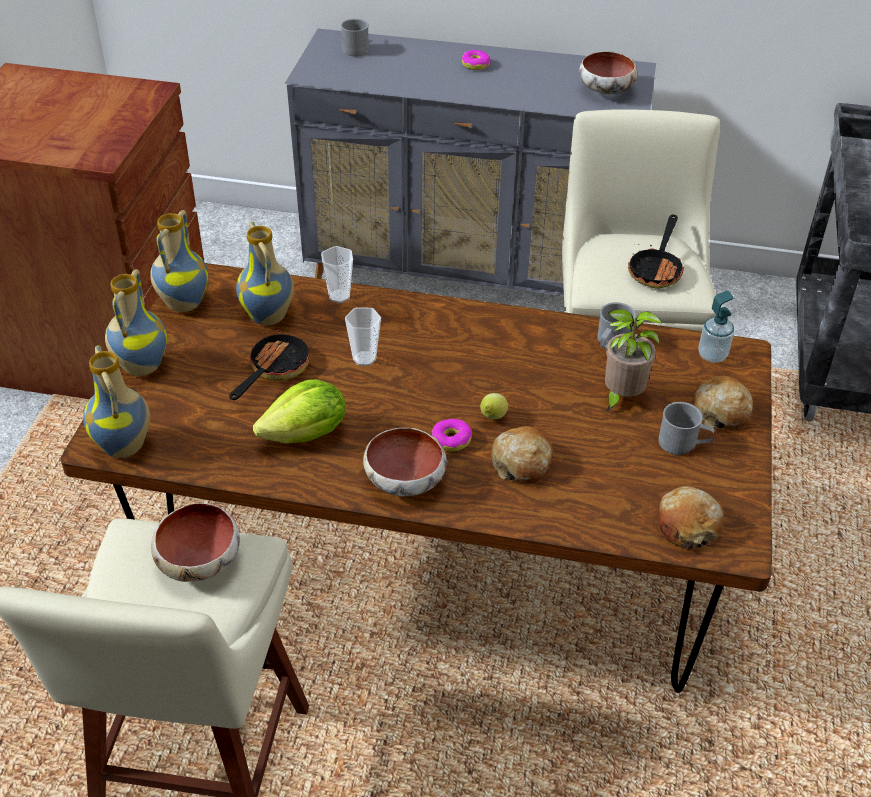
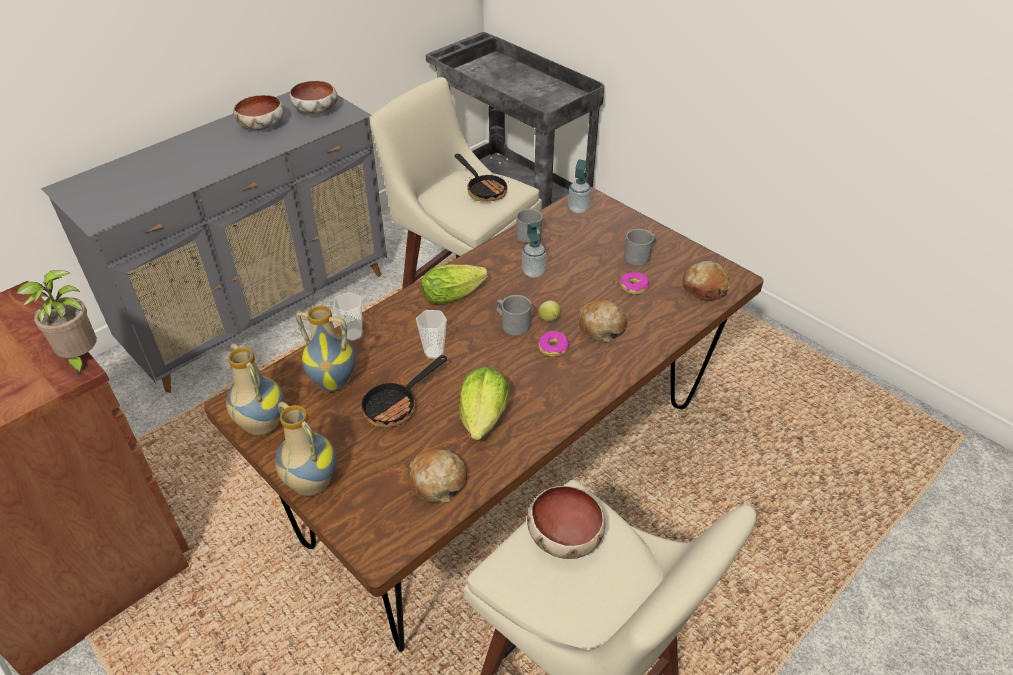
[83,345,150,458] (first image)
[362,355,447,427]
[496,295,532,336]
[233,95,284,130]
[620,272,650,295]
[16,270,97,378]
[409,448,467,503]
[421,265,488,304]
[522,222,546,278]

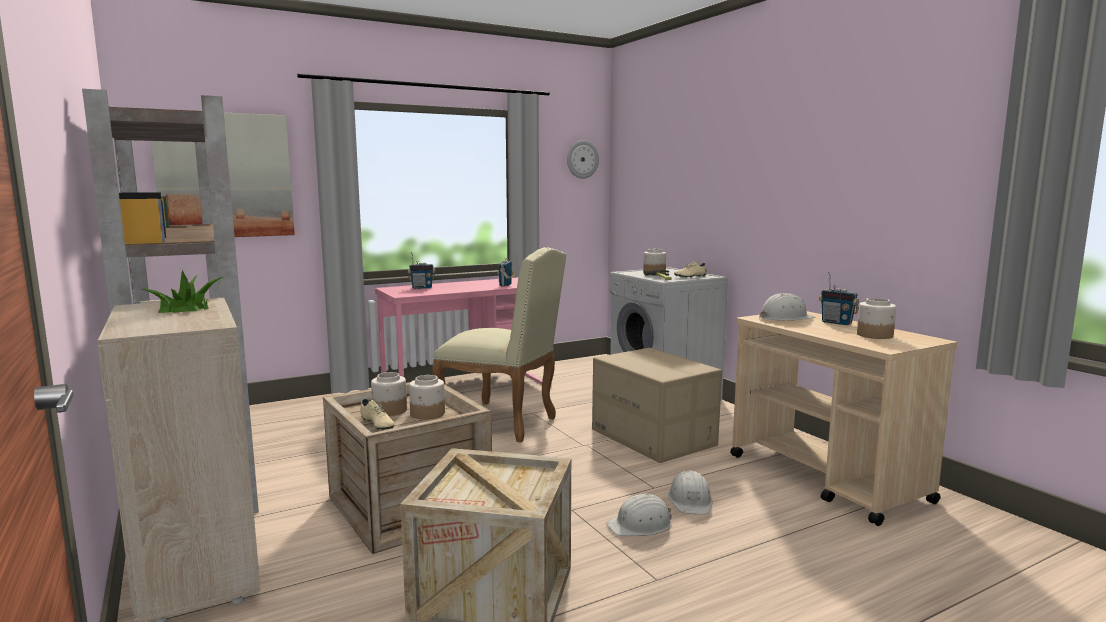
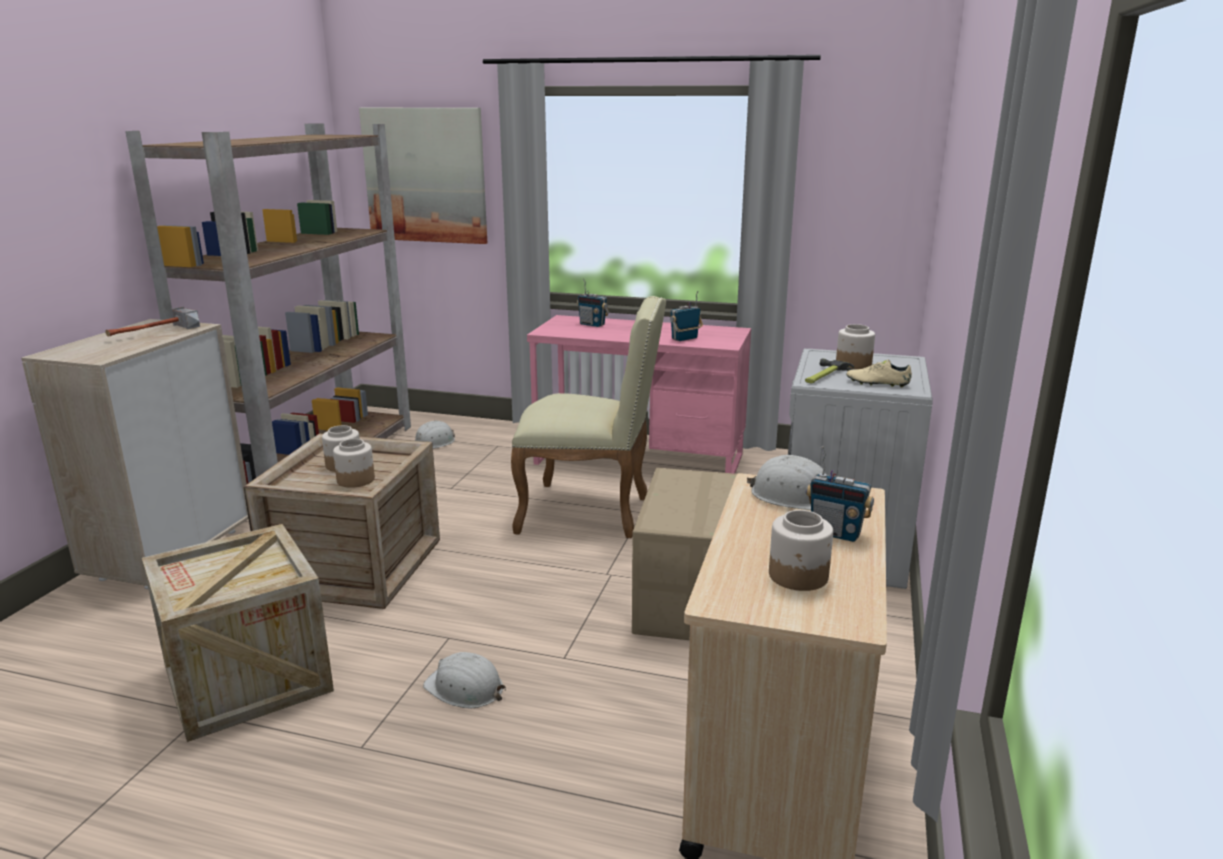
[105,307,200,337]
[360,399,394,431] (first image)
[511,296,666,538]
[567,141,599,179] (first image)
[414,420,455,448]
[806,446,874,542]

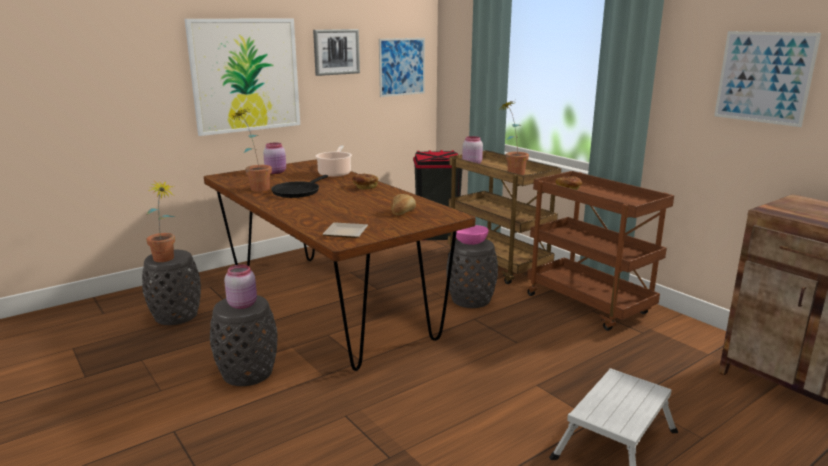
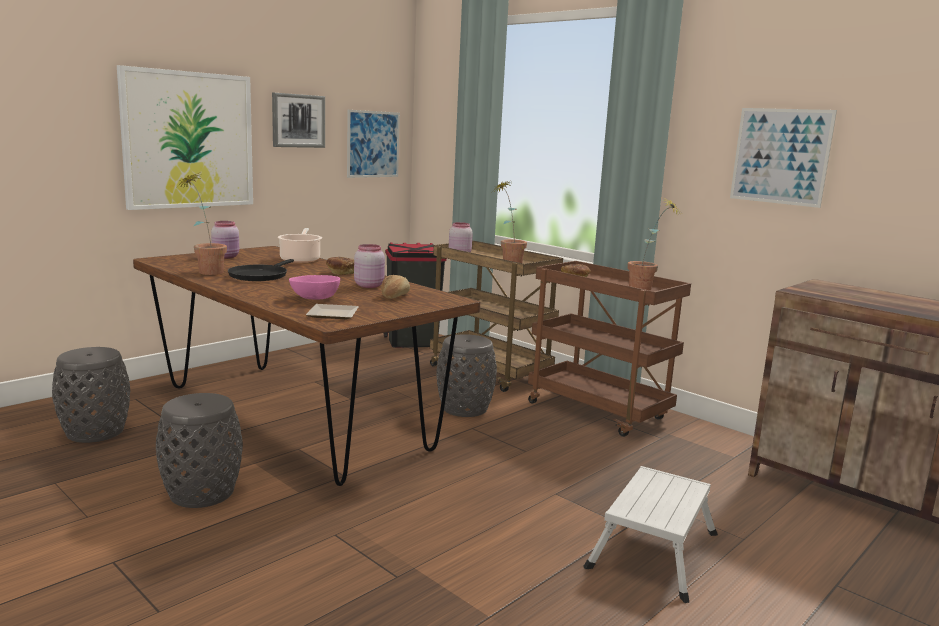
[627,198,681,291]
[354,244,385,288]
[289,275,340,300]

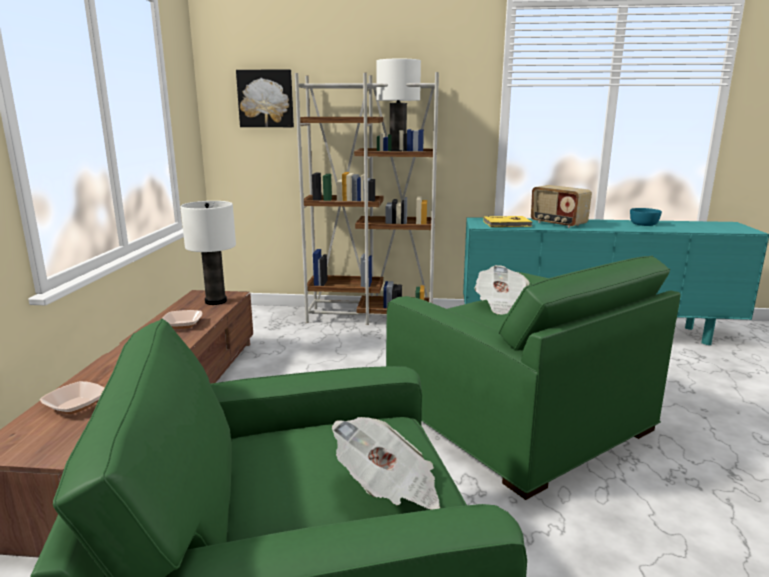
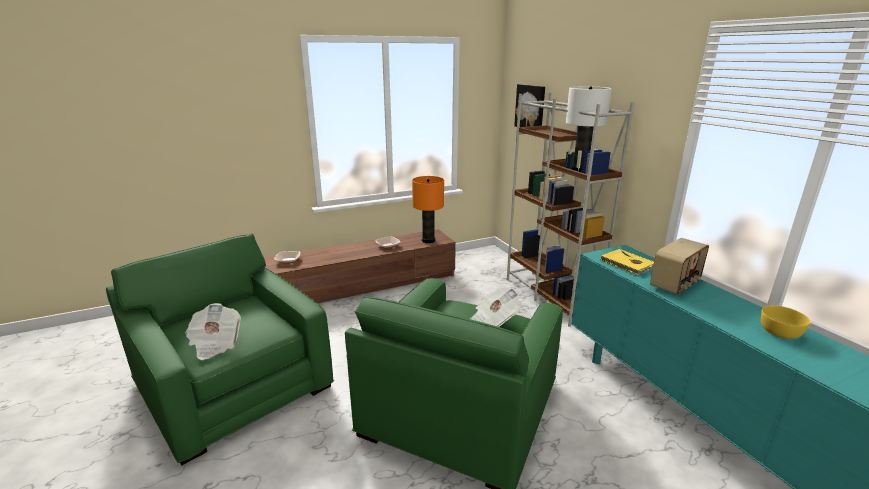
[412,176,444,243]
[650,238,709,295]
[761,305,810,339]

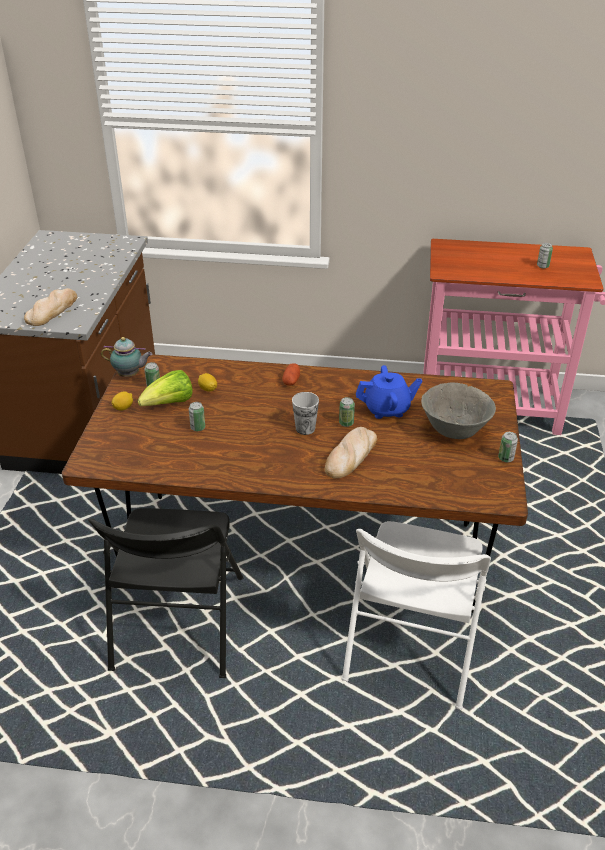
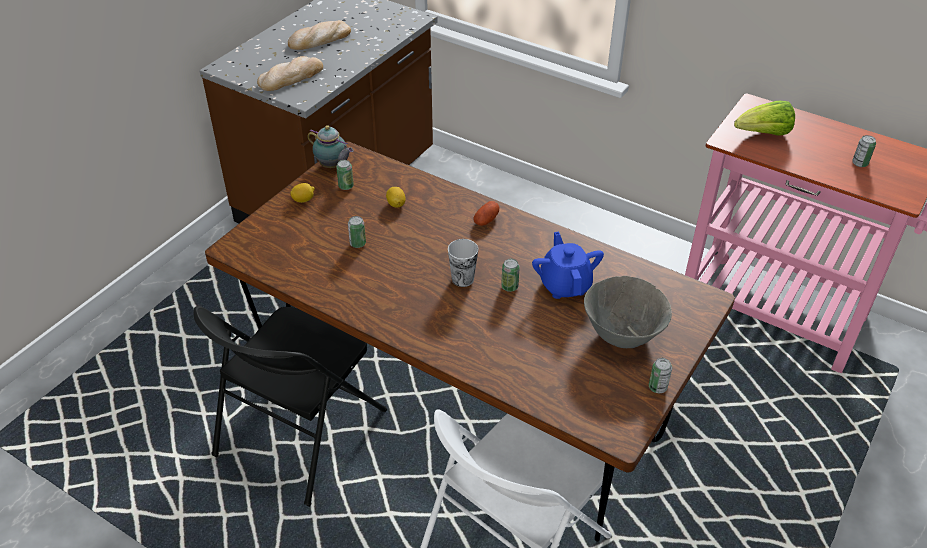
[734,101,795,136]
[288,20,351,50]
[532,232,604,299]

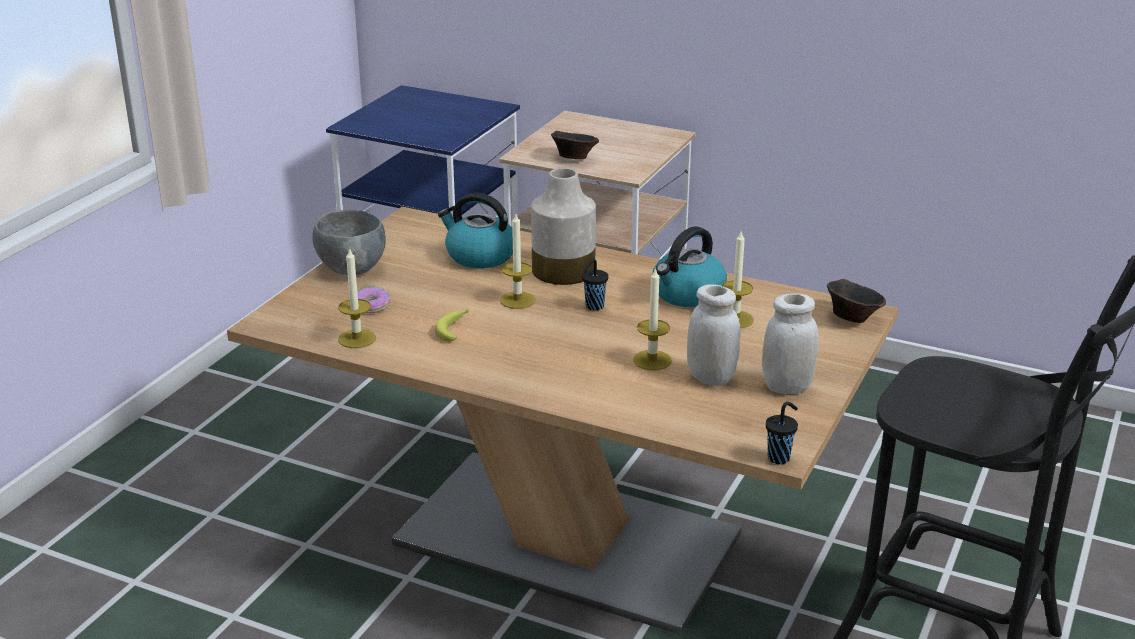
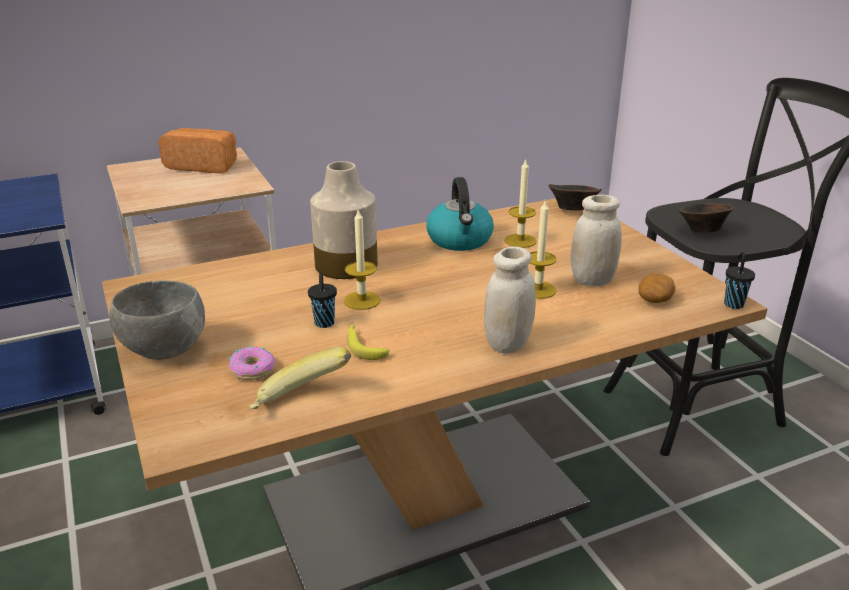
[249,347,351,410]
[438,193,513,268] (first image)
[678,203,734,233]
[308,273,337,328]
[484,247,536,354]
[158,128,237,173]
[638,273,675,303]

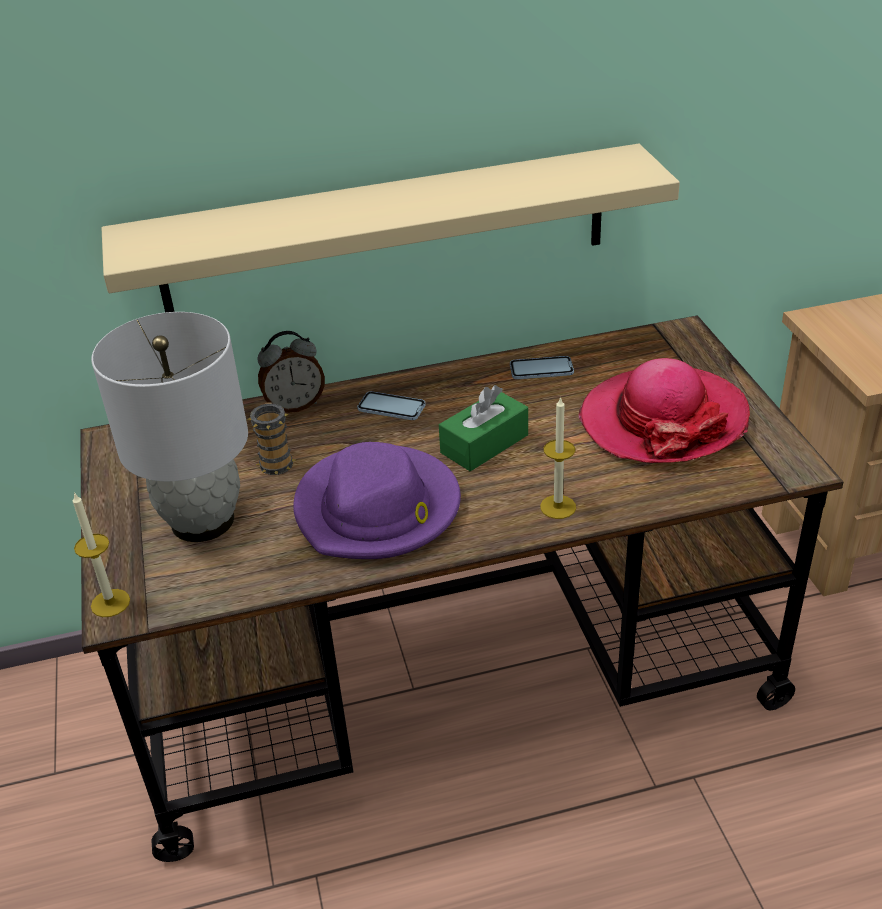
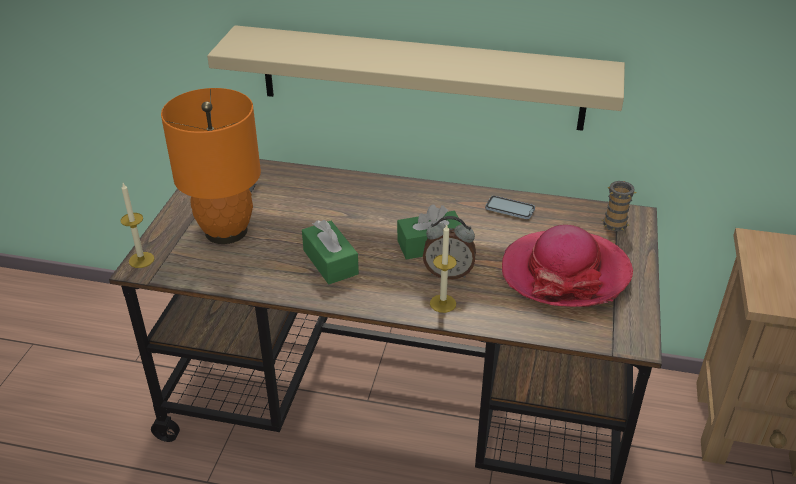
[161,88,261,244]
[602,181,636,231]
[423,216,476,280]
[302,220,359,284]
[357,391,426,420] (first image)

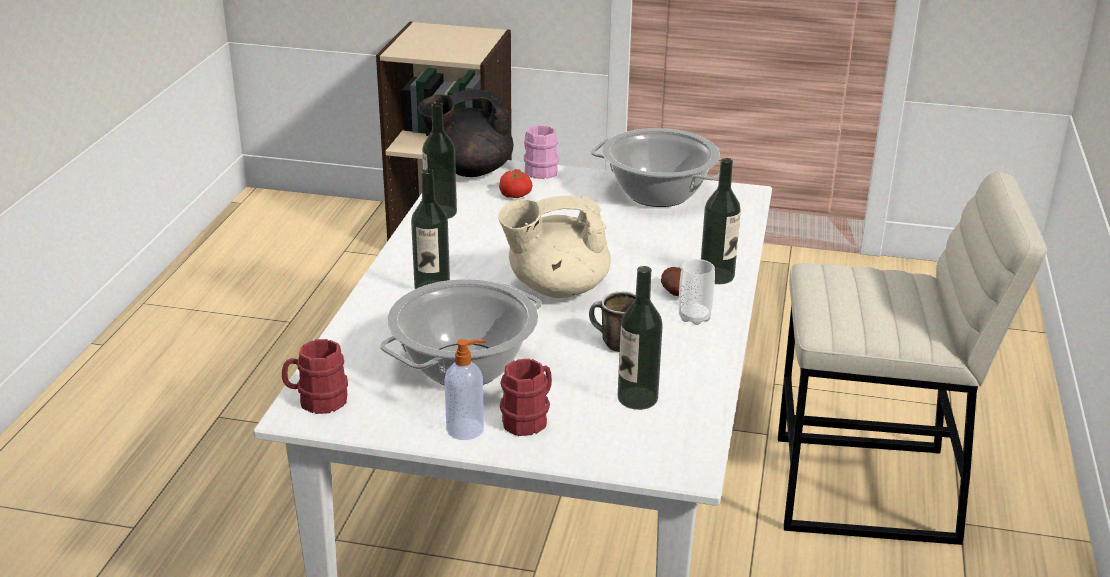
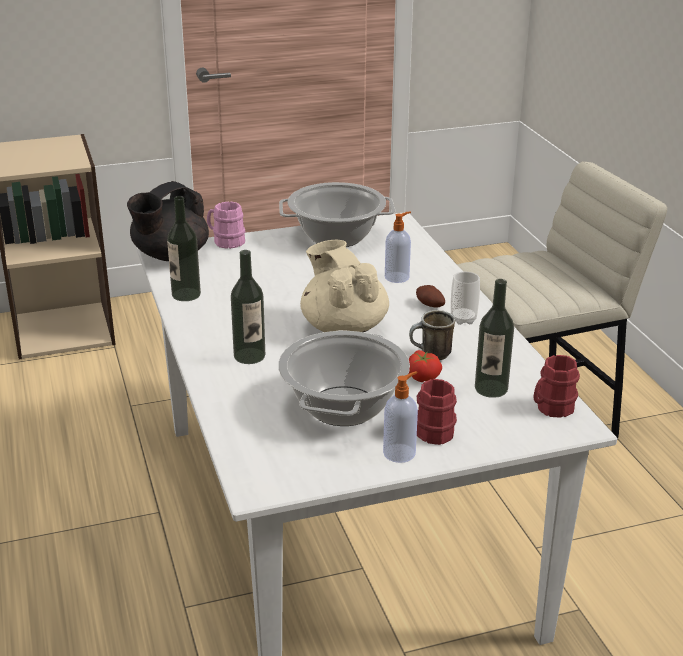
[534,355,580,418]
[300,240,389,332]
[409,350,442,382]
[701,158,741,284] (first image)
[385,211,411,283]

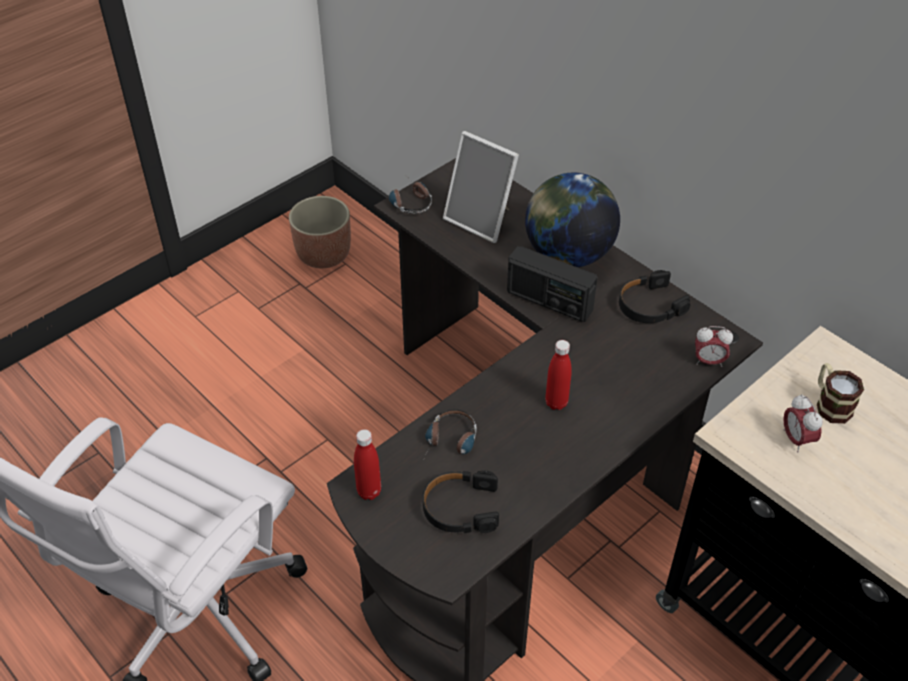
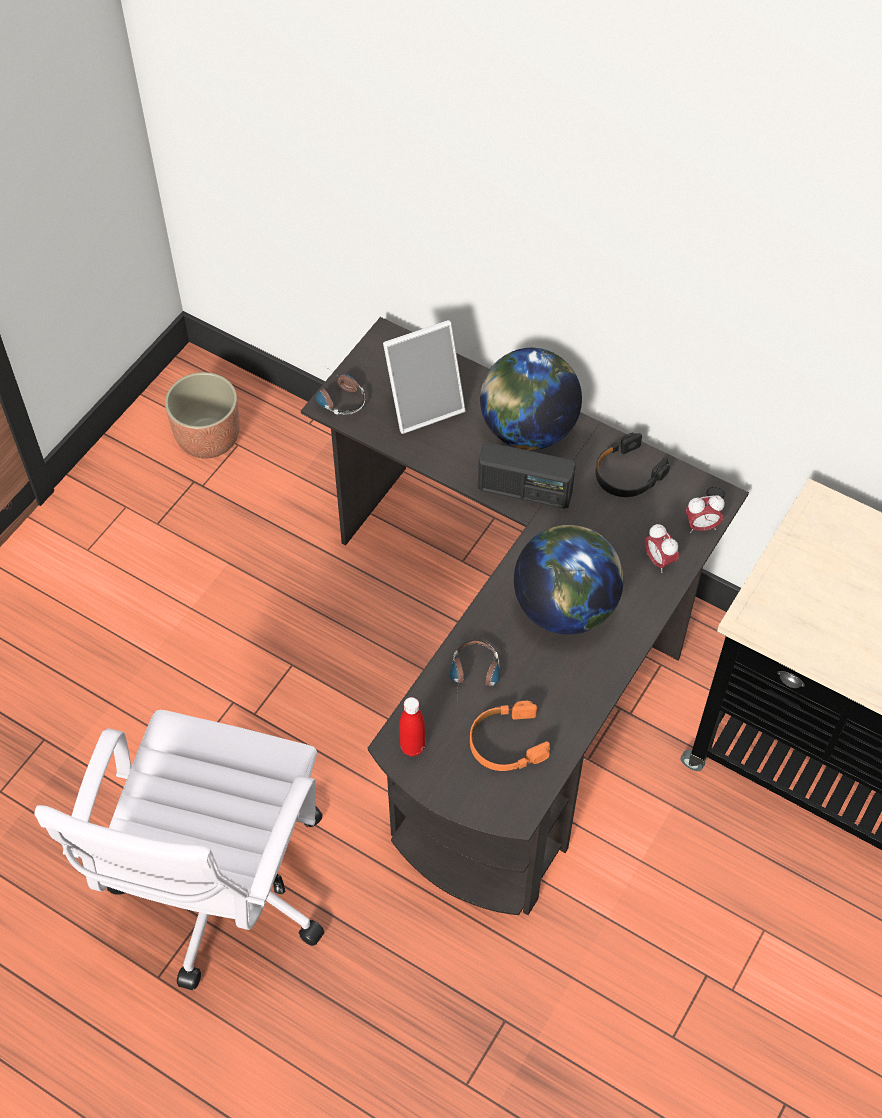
[470,701,550,771]
[383,320,465,434]
[514,525,624,635]
[645,524,679,573]
[817,363,864,424] (first image)

